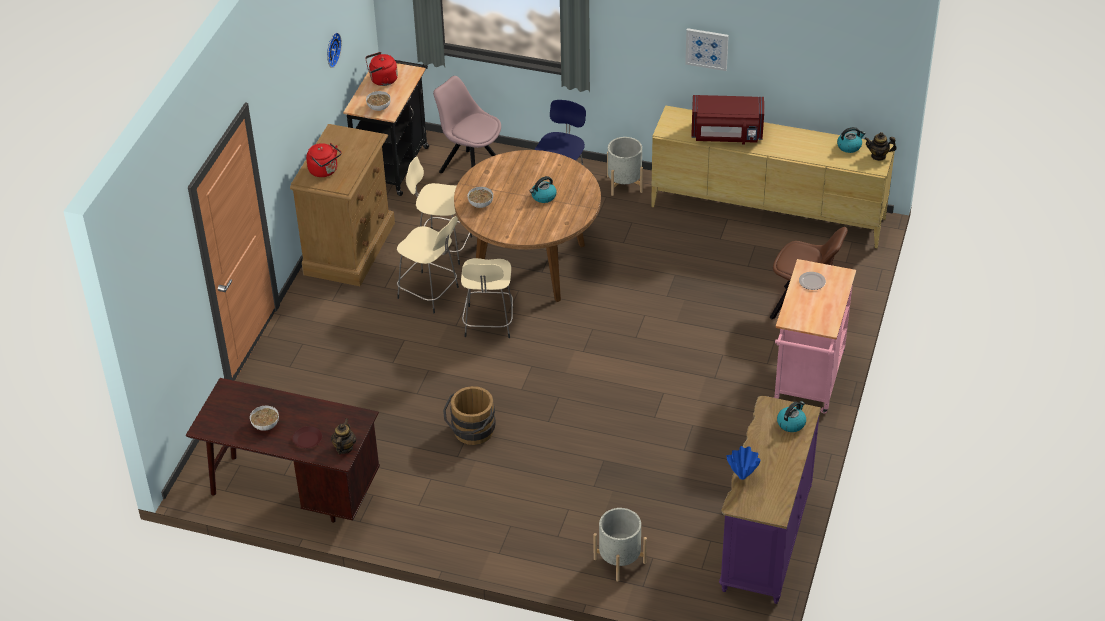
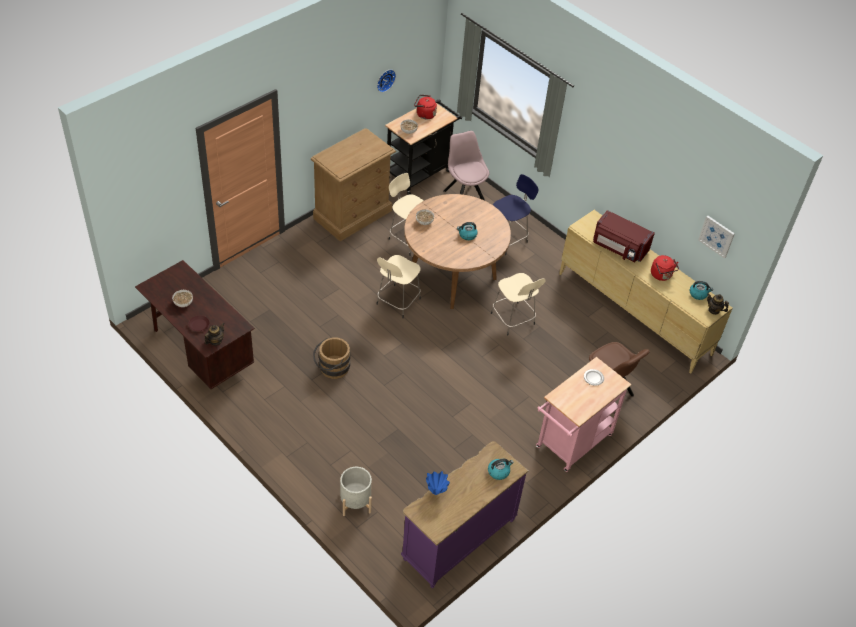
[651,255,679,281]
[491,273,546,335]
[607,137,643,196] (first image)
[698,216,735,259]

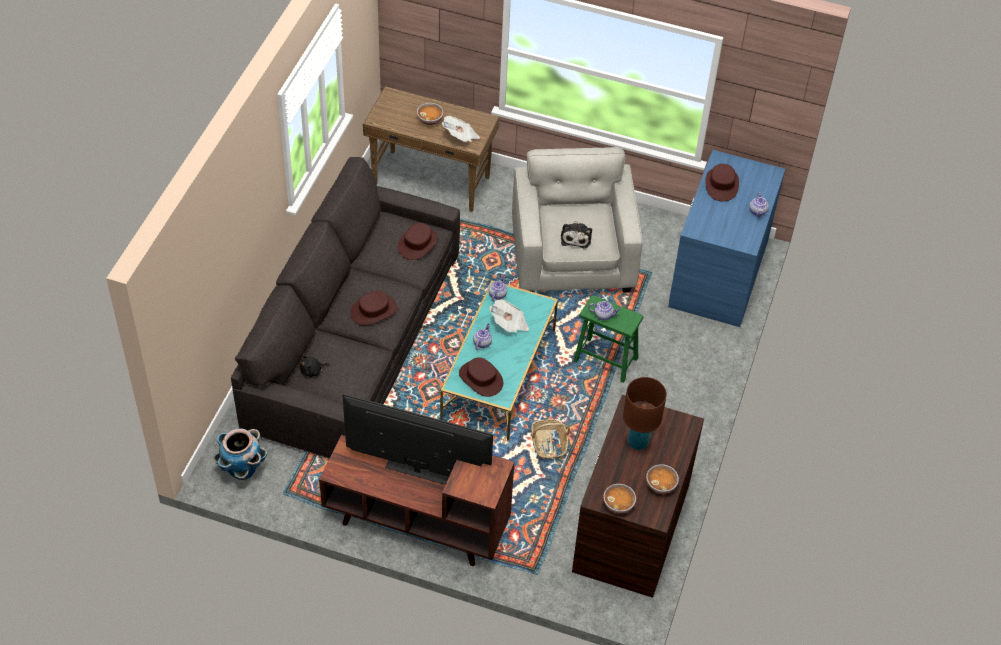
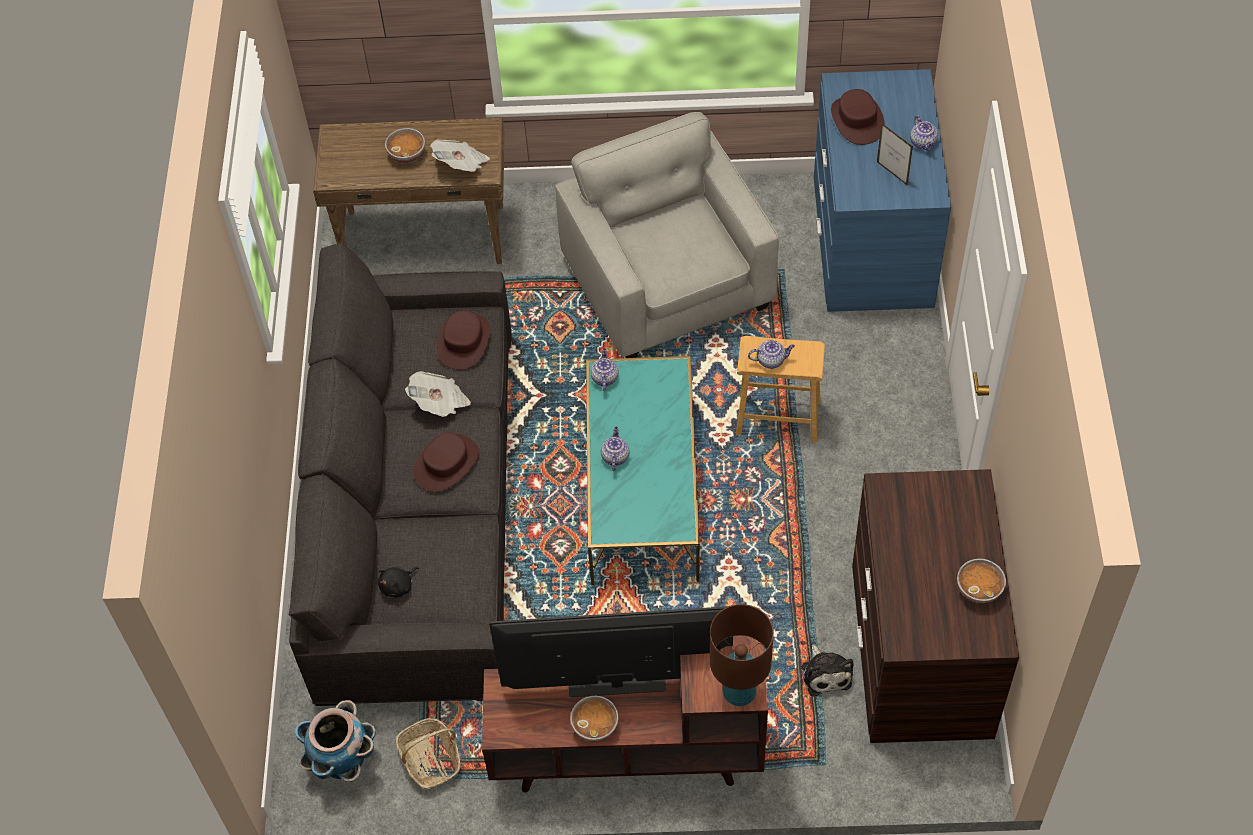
[459,357,503,397] (first image)
[405,371,471,417]
[396,718,461,789]
[801,644,854,697]
[736,336,825,442]
[570,696,619,742]
[710,604,774,706]
[877,123,913,186]

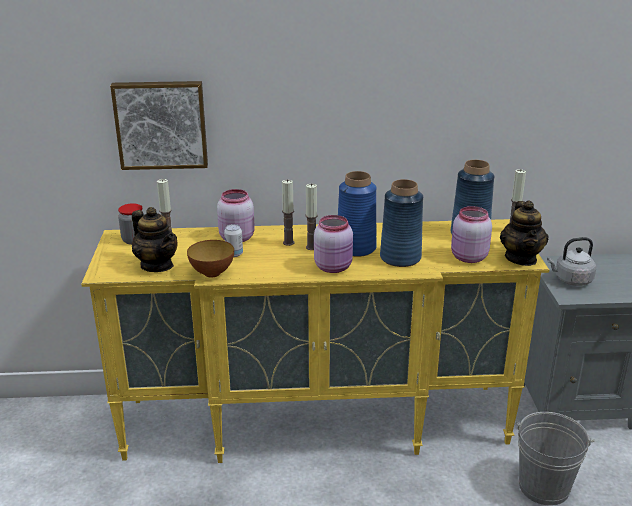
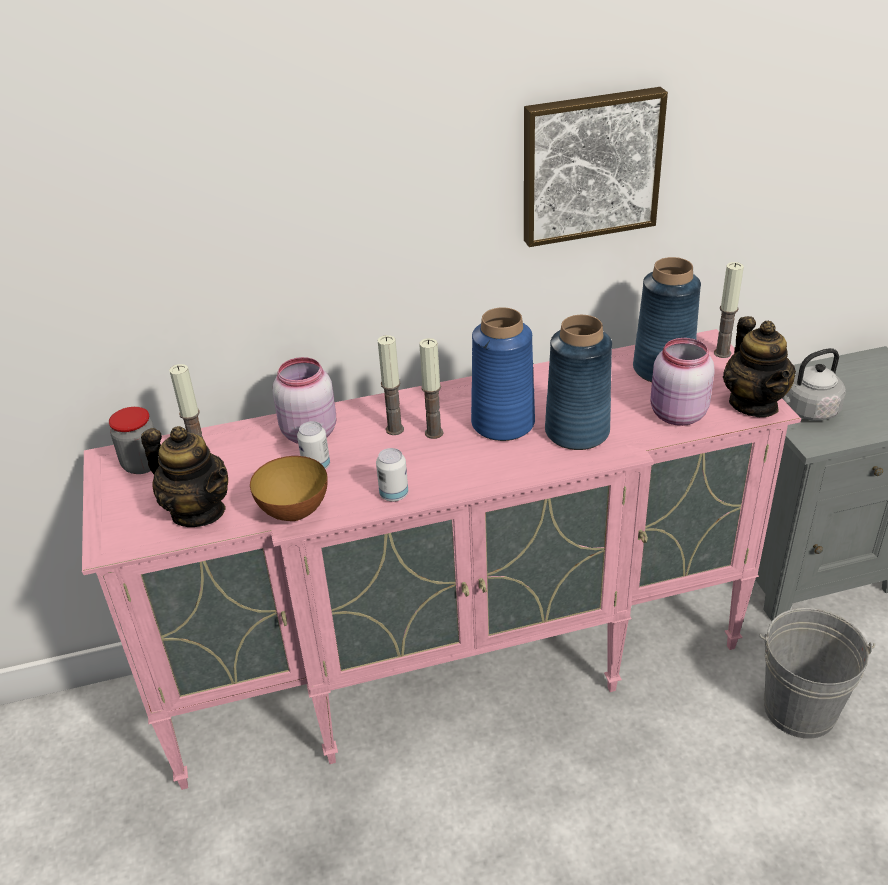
[82,329,801,790]
[524,87,668,247]
[314,215,353,273] (first image)
[376,448,408,502]

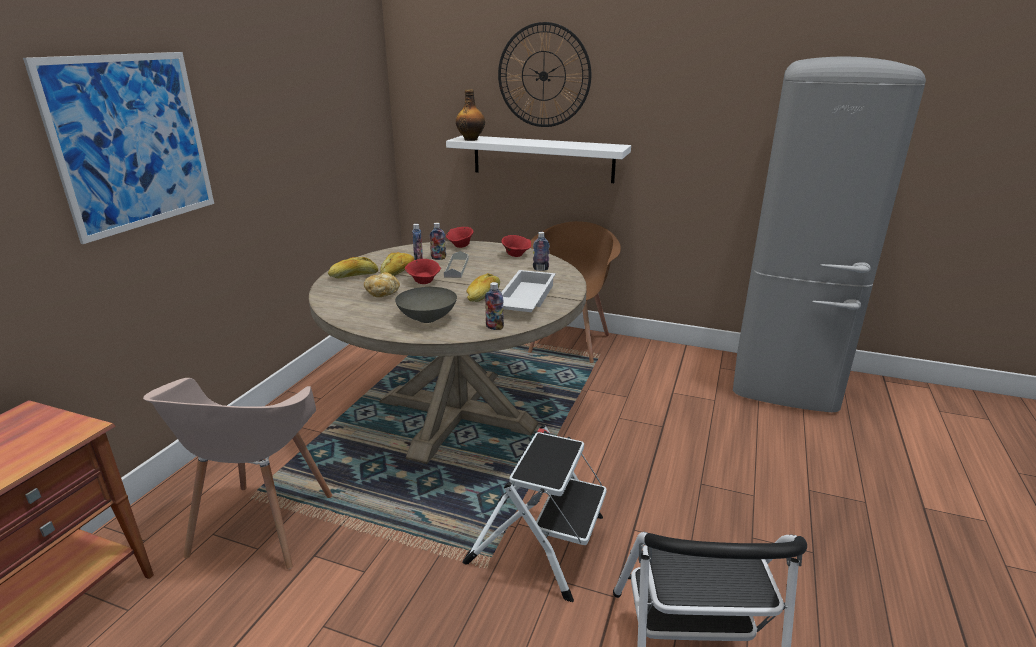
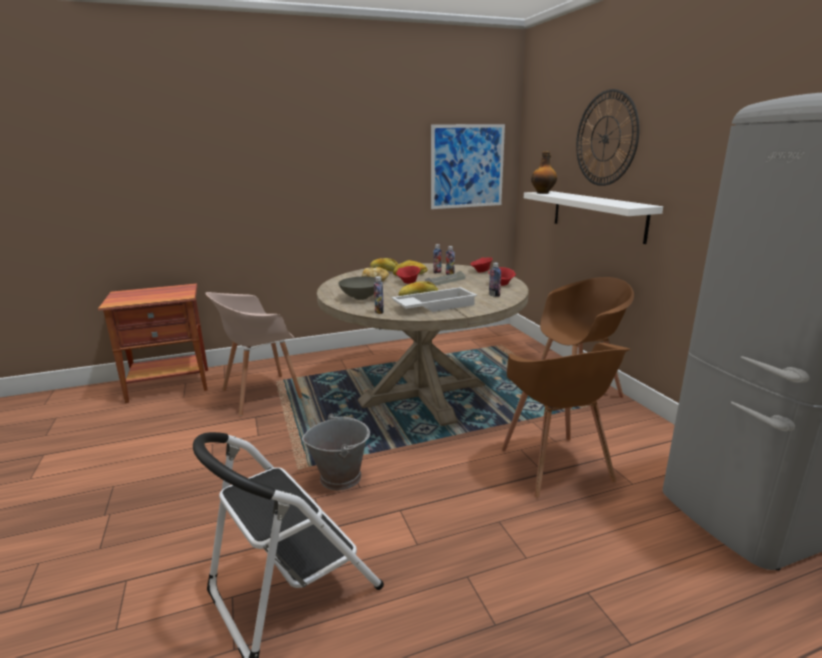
[431,124,505,209]
[302,414,370,490]
[501,343,631,498]

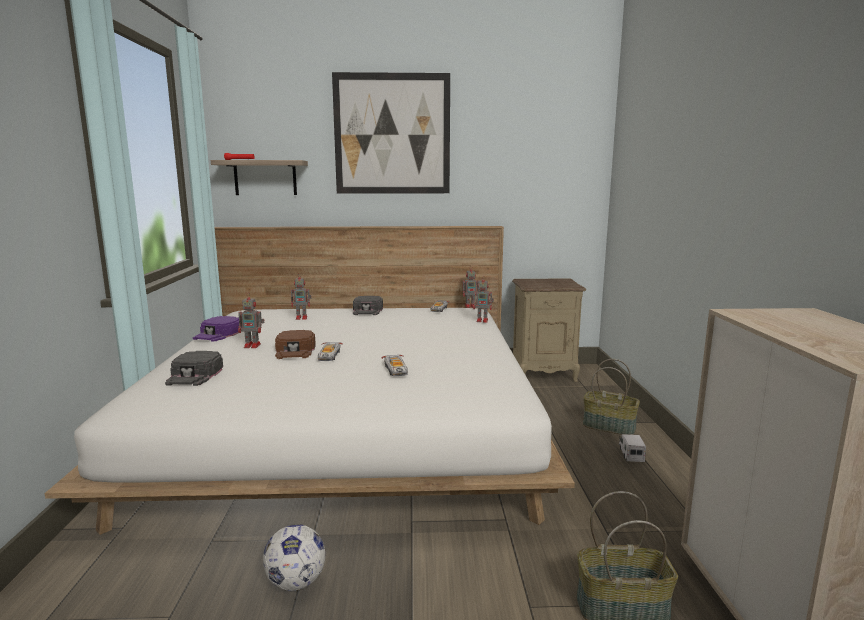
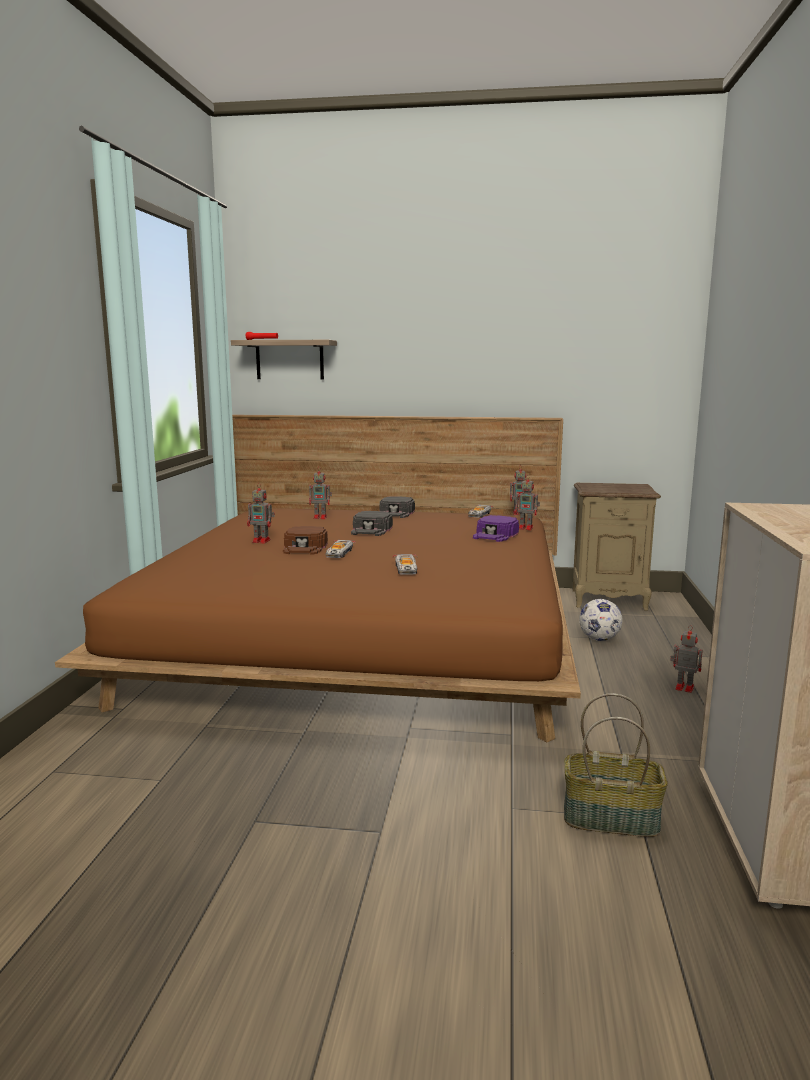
[55,415,581,742]
[351,511,393,536]
[473,515,519,542]
[579,599,623,641]
[332,72,450,193] (first image)
[583,359,640,435] (first image)
[670,625,703,693]

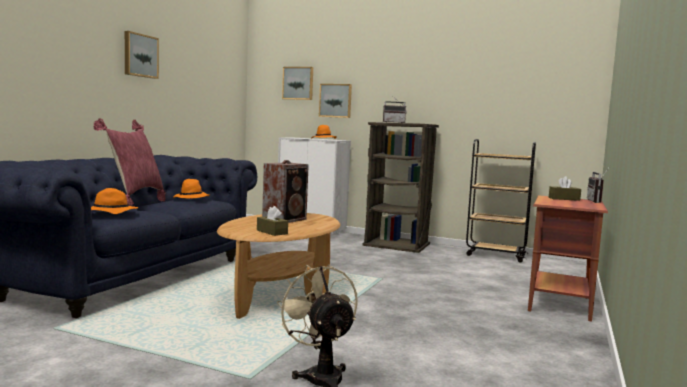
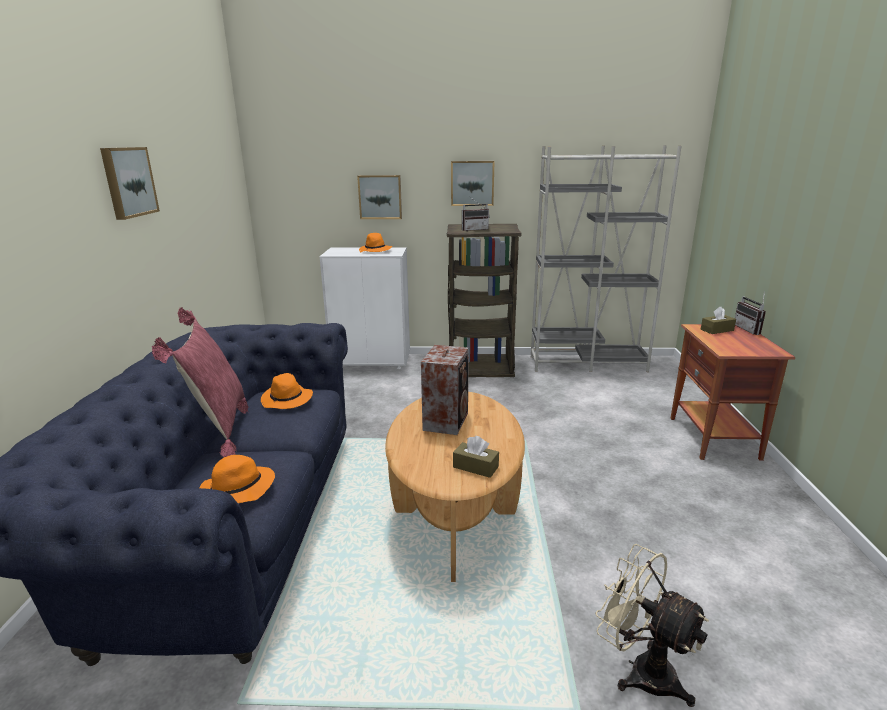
[451,161,495,206]
[531,145,682,372]

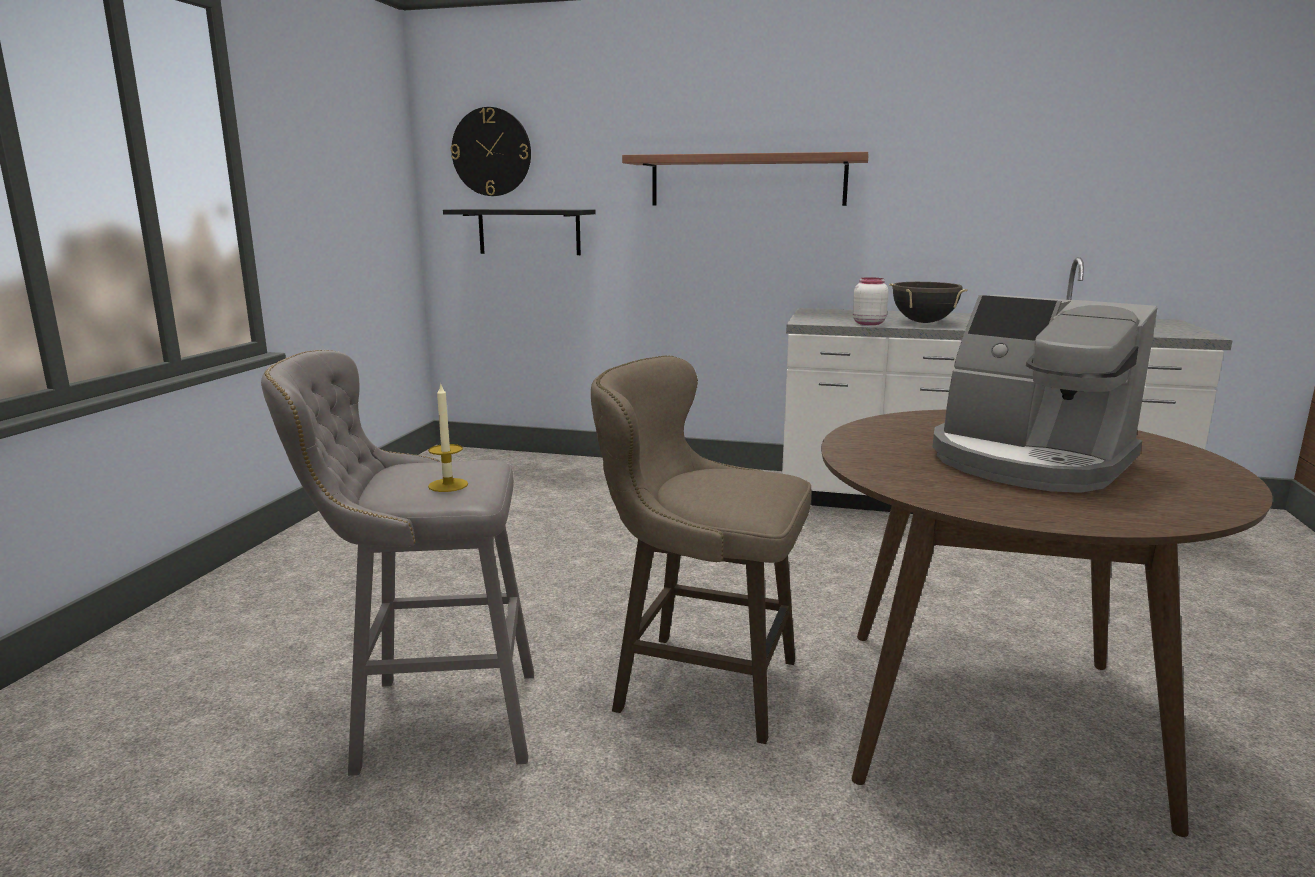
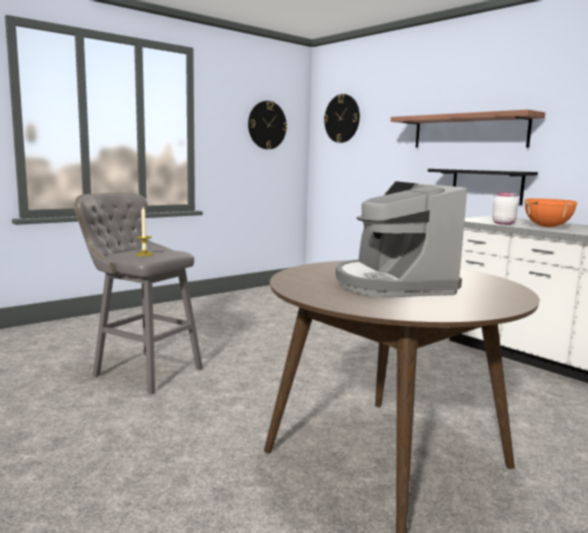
[428,169,538,205]
[591,356,811,744] (first image)
[523,198,577,227]
[248,101,287,149]

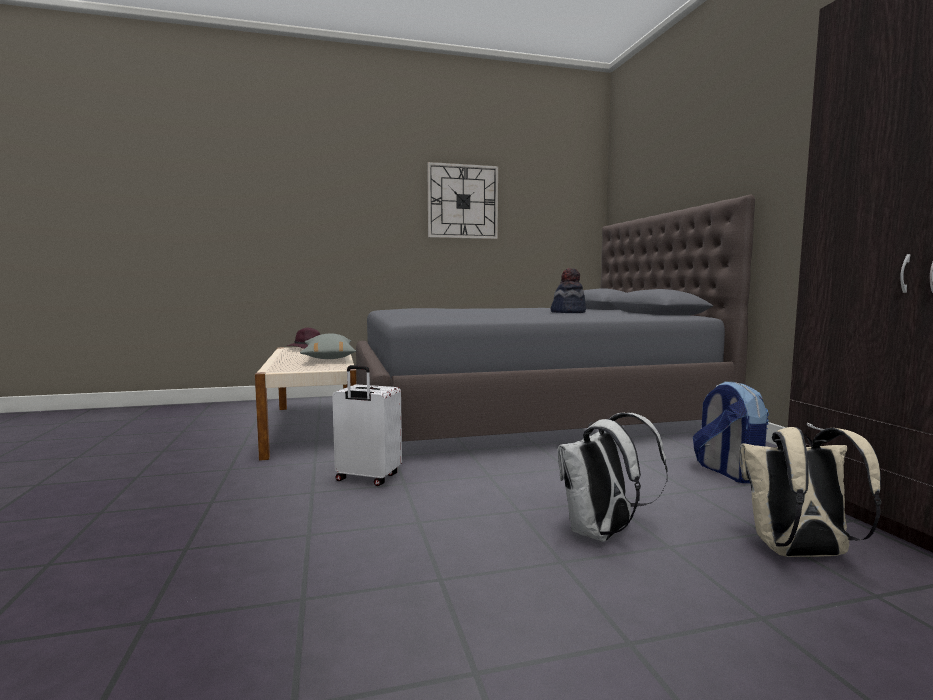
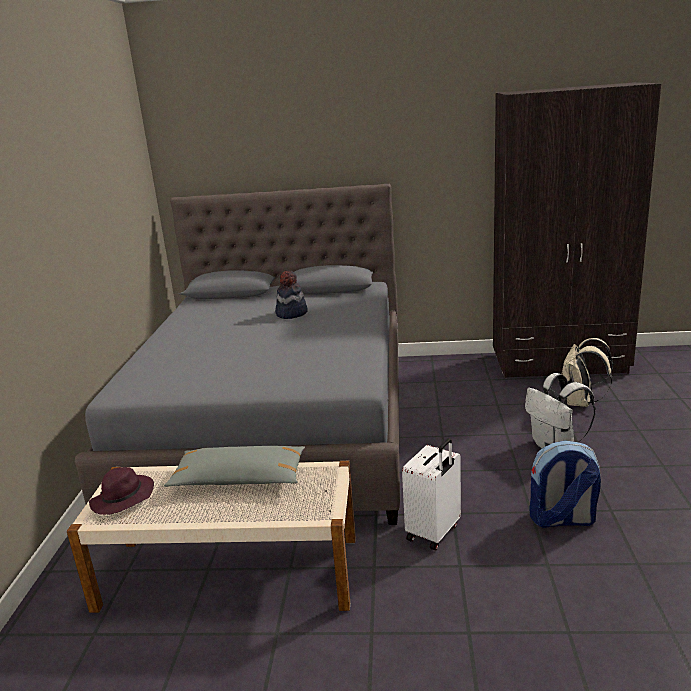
[427,162,498,239] (first image)
[529,441,601,528]

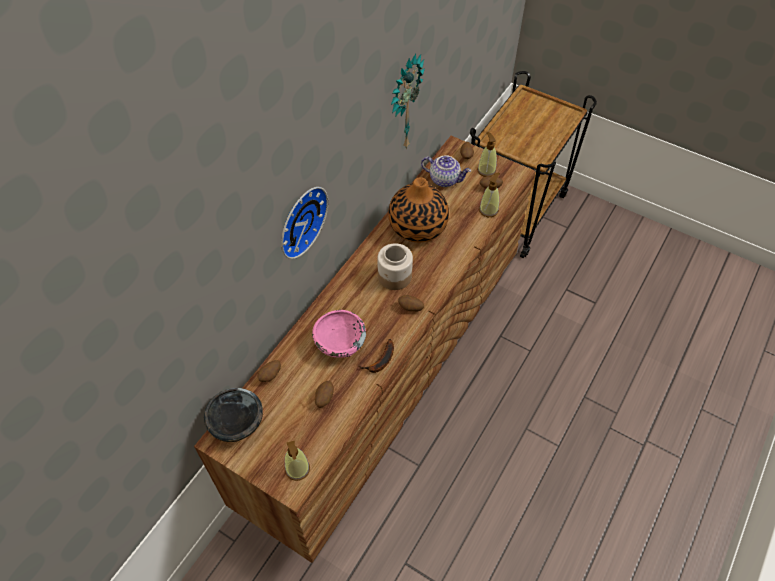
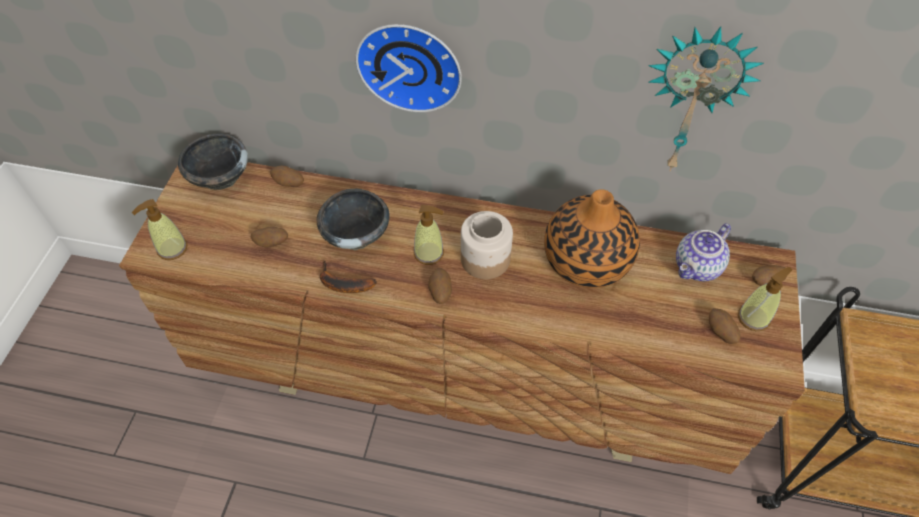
[317,189,390,250]
[676,223,731,281]
[414,205,444,265]

